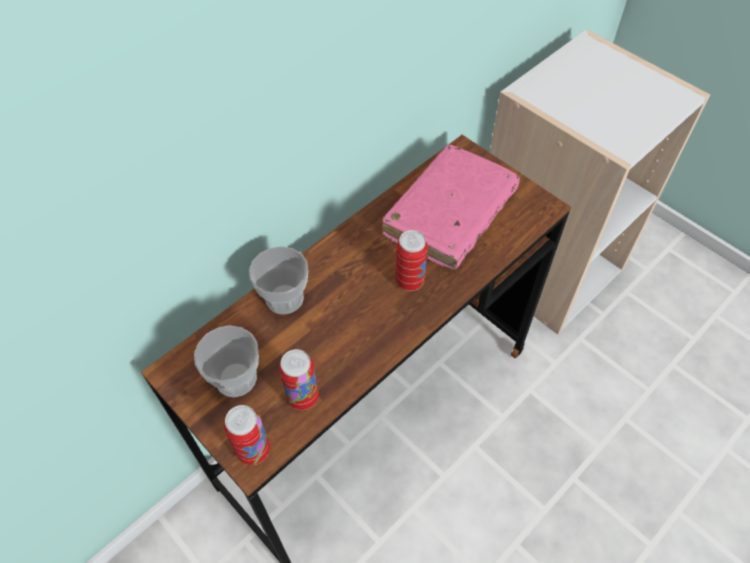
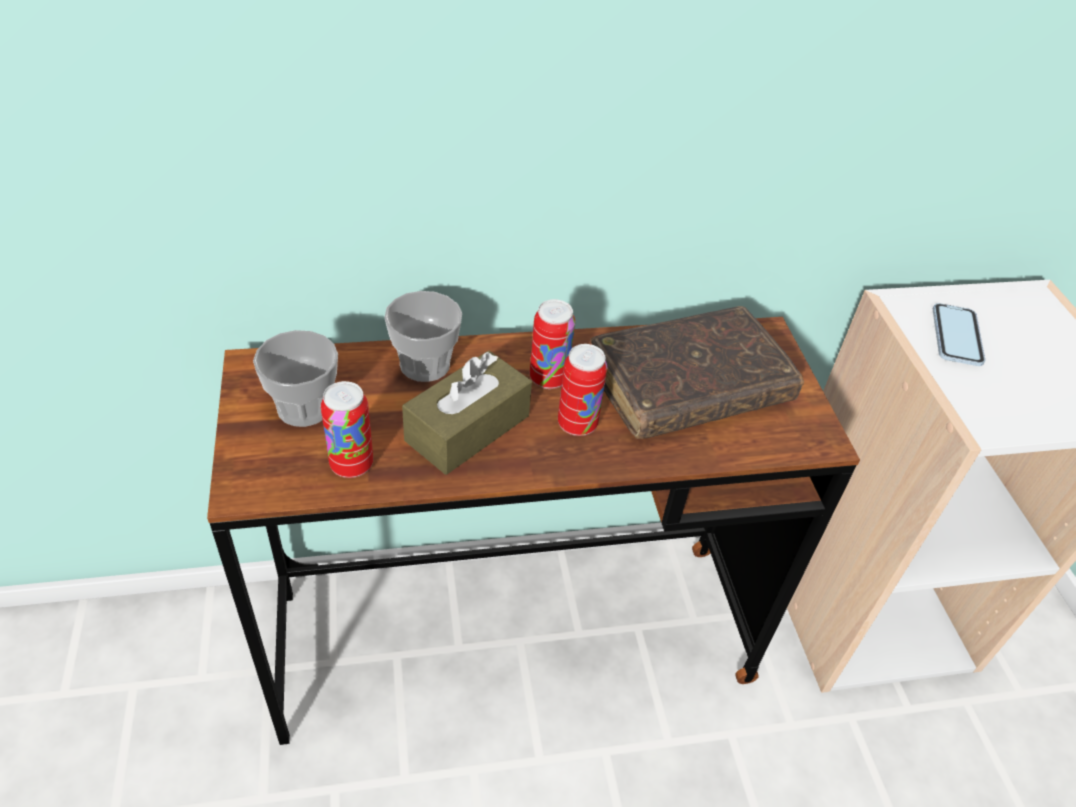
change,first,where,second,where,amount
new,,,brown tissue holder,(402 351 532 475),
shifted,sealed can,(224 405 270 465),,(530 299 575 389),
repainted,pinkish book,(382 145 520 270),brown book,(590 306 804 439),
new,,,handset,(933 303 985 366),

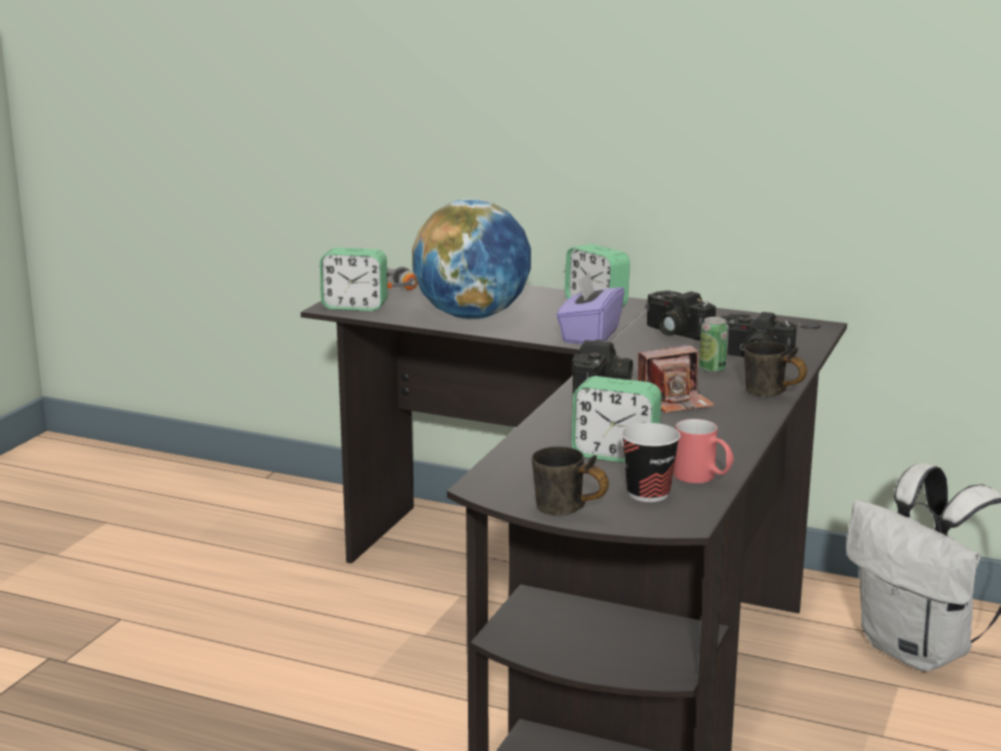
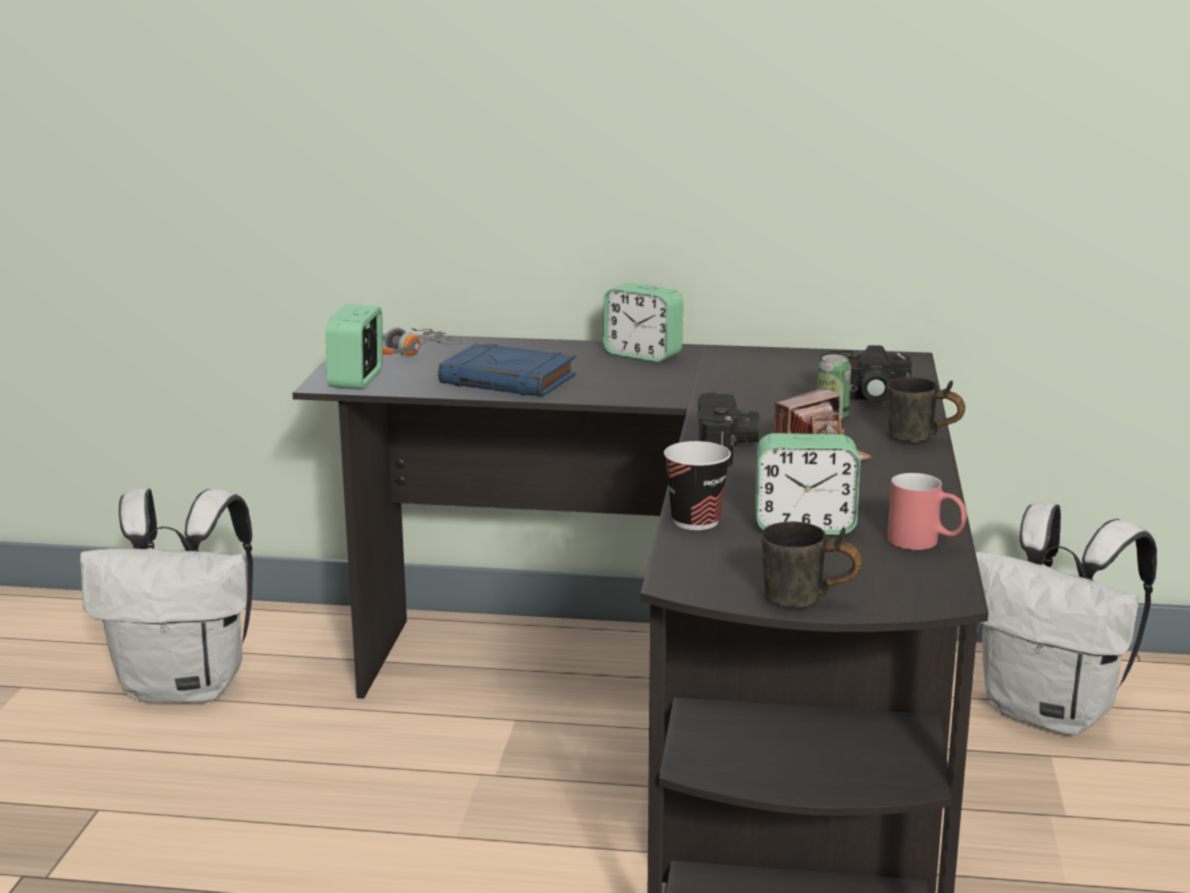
change,first,where,second,where,amount
new,,,white-coloured rucksack,(80 489 253 703),
rotated,table clock,(320 248 388 311),,(326 304 383 389),105 degrees clockwise
swapped,desk globe,(412 199 531 319),blue book,(438 343 576 397),
shifted,cup,(621 423 680 502),,(664 441 731 530),
gone,purple tissue holder,(556 272 624 345),,,
gone,photo camera,(645 290 716 340),,,

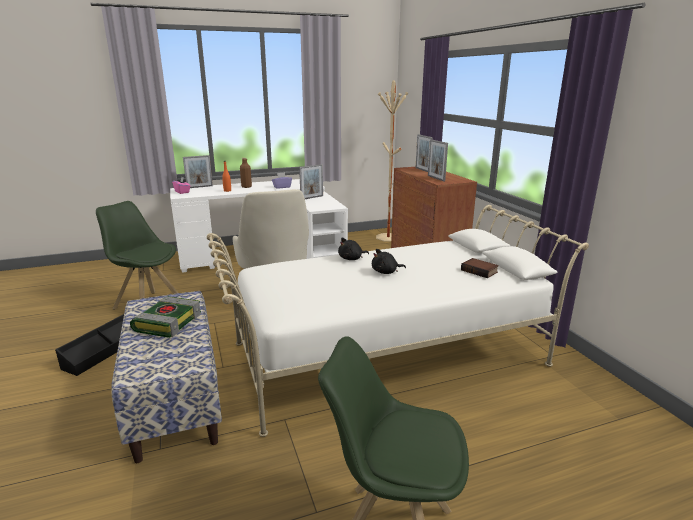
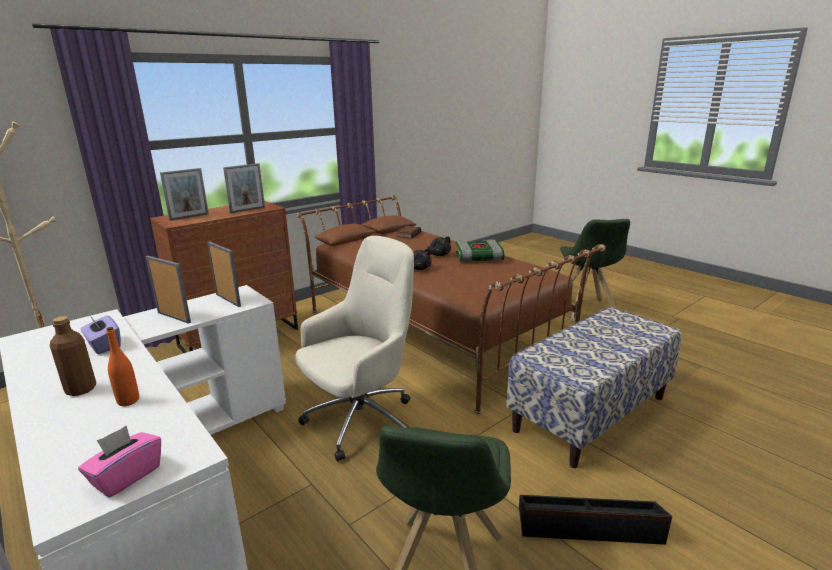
change,first,where,second,where,amount
shifted,photo frame,(183 155 213 188),,(207 241 241 307),
repainted,white-coloured bedroom bed,(207 205 589 437),brown bedroom bed,(297 195 606 414),
shifted,book,(130 296 201 338),,(455 240 504 262),

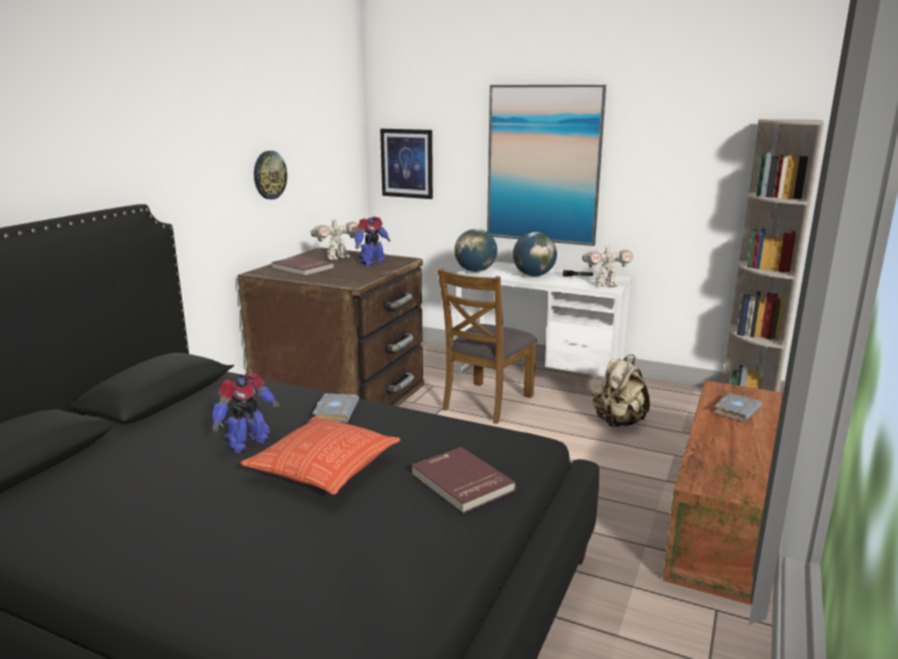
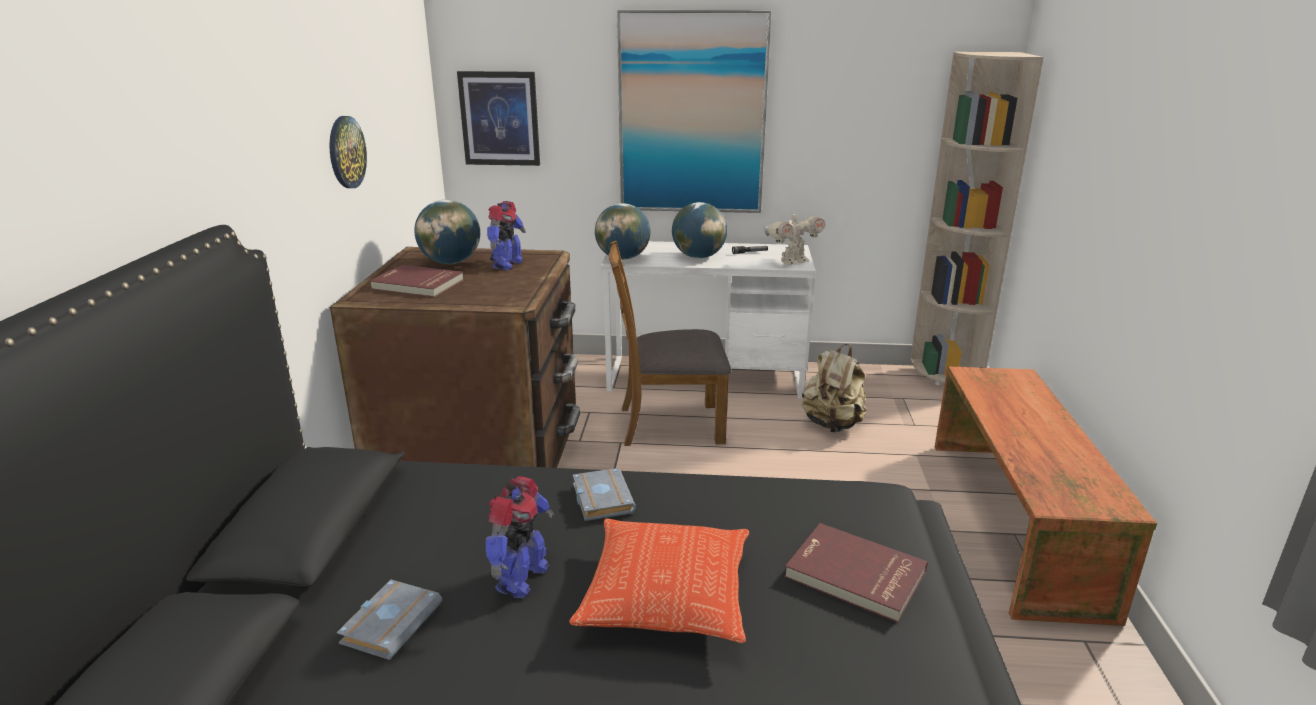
change,first,where,second,where,amount
shifted,grey book,(713 393 762 422),,(337 579 442 660),
swapped,robot figure,(310 216 359 260),desk globe,(414 200 480 264),
rotated,brown chair,(438 268 537 424),,(609 241 731 446),75 degrees clockwise

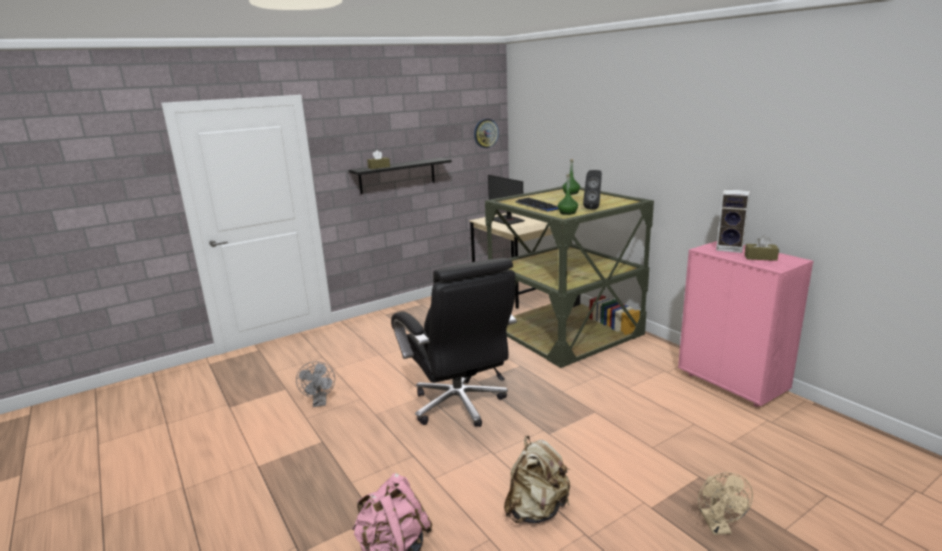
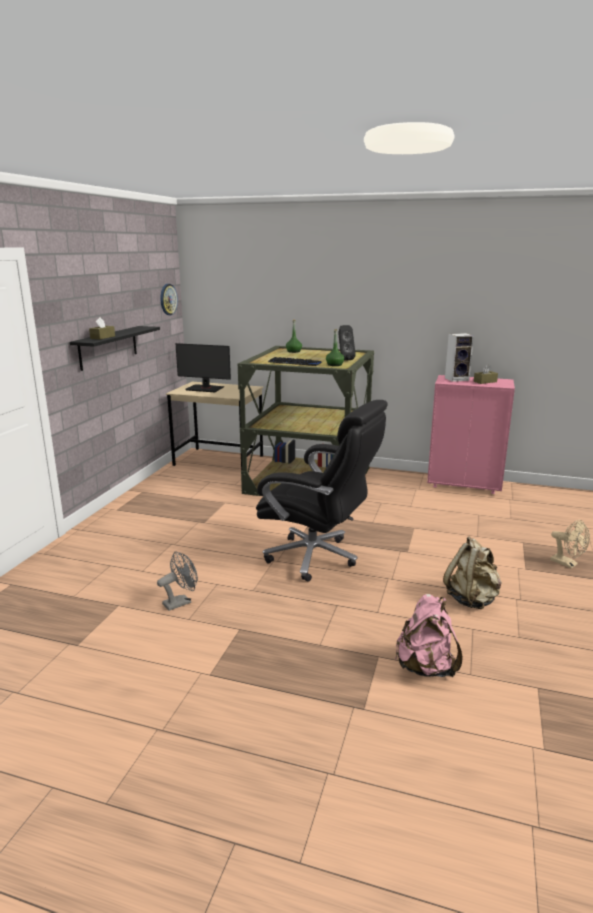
change,first,where,second,where,amount
rotated,grey cooling fan,(296 361 335 407),,(157 551 198 611),75 degrees counterclockwise

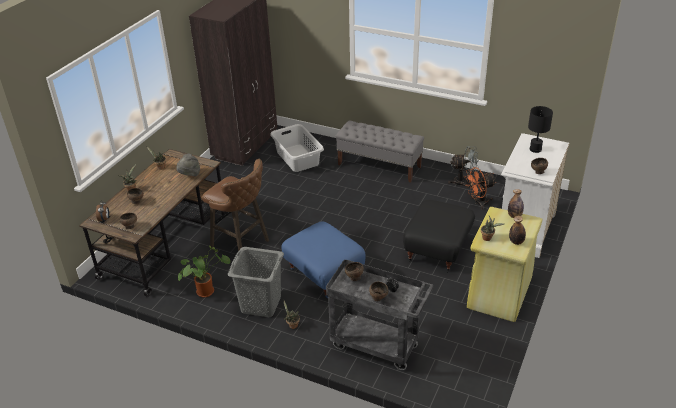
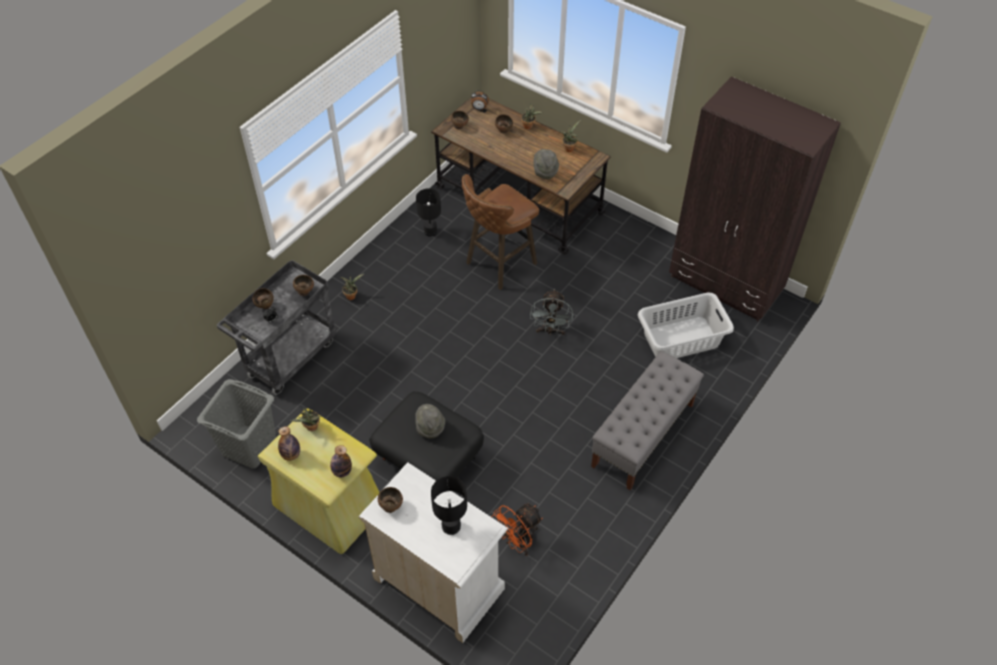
change,first,where,second,where,amount
shifted,grey washing basket,(228 247 284 317),,(197 379 276 468),
new,,,grey wearable hat,(415 404 445 439),
swapped,potted plant,(178 246 230 297),black lamp for a table,(416 188 441 237),
rotated,orange cooling fan,(464 167 497 210),,(492 503 543 556),120 degrees counterclockwise
shifted,grey cooling fan,(448 146 479 188),,(530 289 573 335),
gone,blue footrest,(281 222 366 298),,,

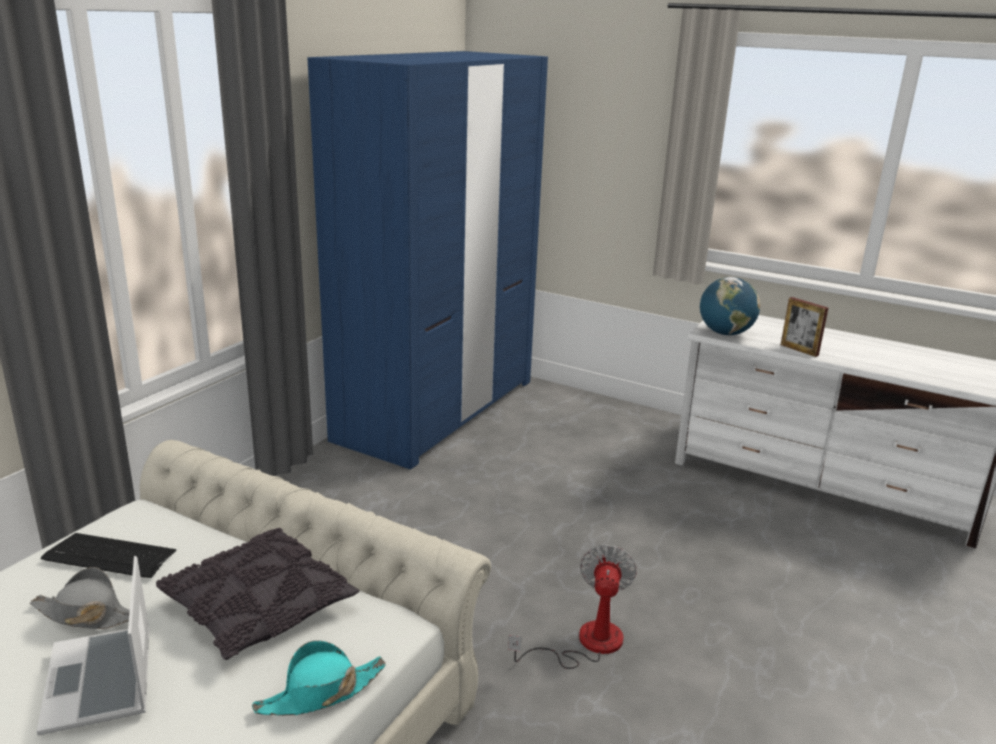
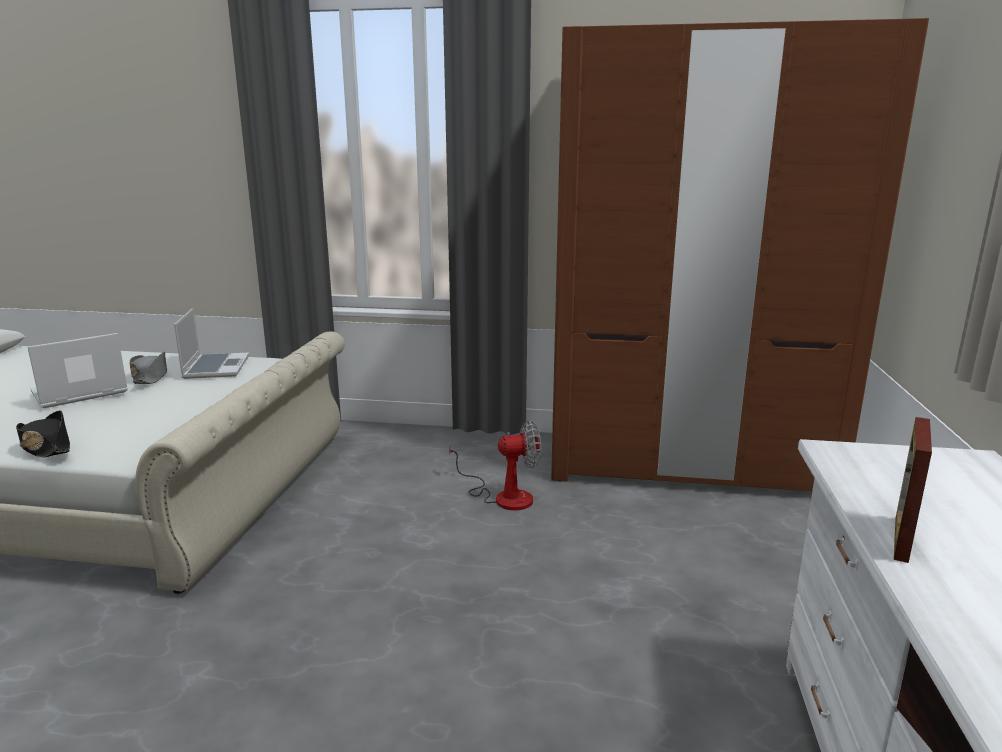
change,first,where,second,where,amount
repainted,turquoise-coloured wearable hat,(252 640 386 716),black wearable hat,(16 410 70 458),
swapped,keyboard,(41 533 176 578),laptop,(174 308 249 379),
shifted,cooling fan,(508 544 637 669),,(449 421 541 510),
repainted,blue armoire,(307 51 548 469),brown armoire,(551 18 929 491),
gone,black throw pillow,(156 528 360 660),,,
gone,desk globe,(700 277 760 335),,,

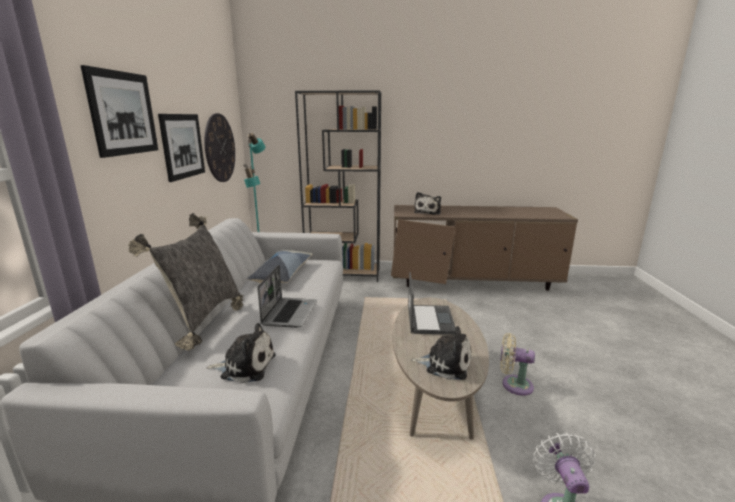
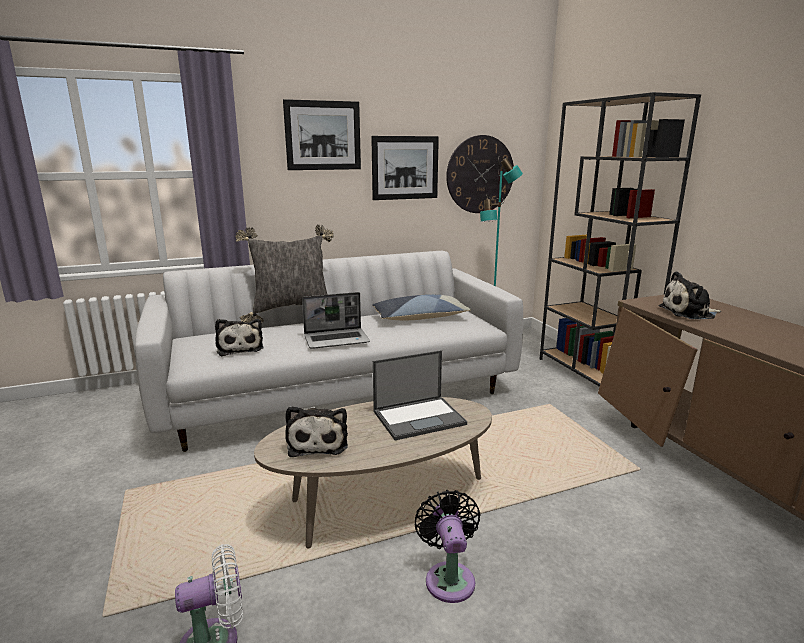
change,first,where,second,where,amount
repainted,beige-coloured cooling fan,(500 333 535 396),black cooling fan,(414 490 481 603),

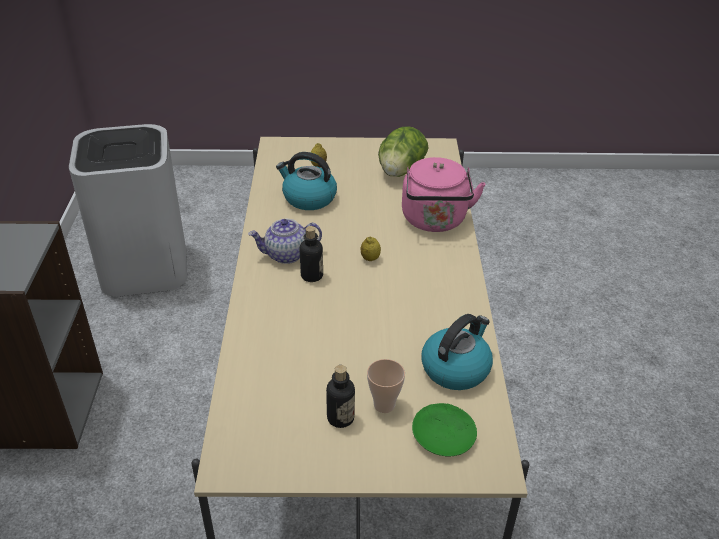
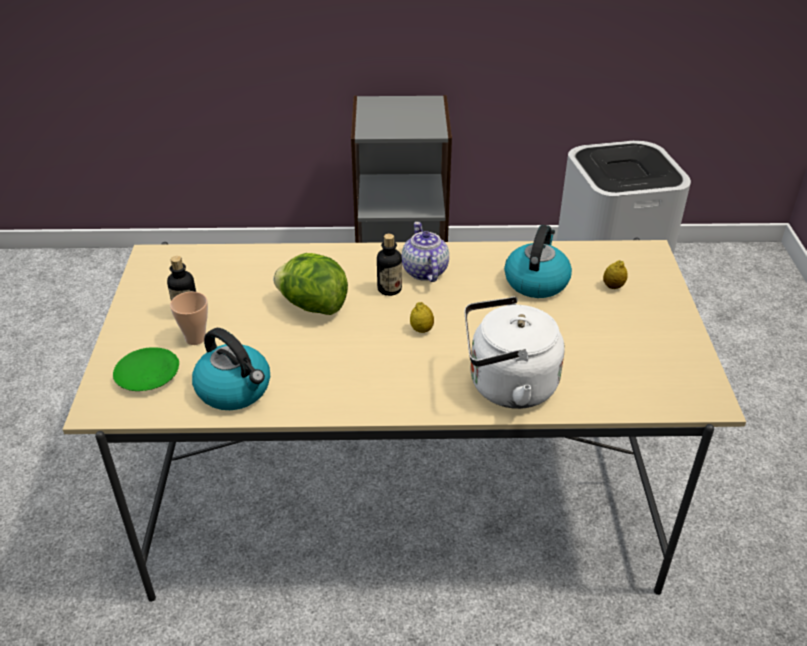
change,first,where,second,where,amount
shifted,lettuce head,(378 127 429 177),,(273 253 348 315),
repainted,pinkish kettle,(402 157 485 232),white-coloured kettle,(464 297 565 409),

